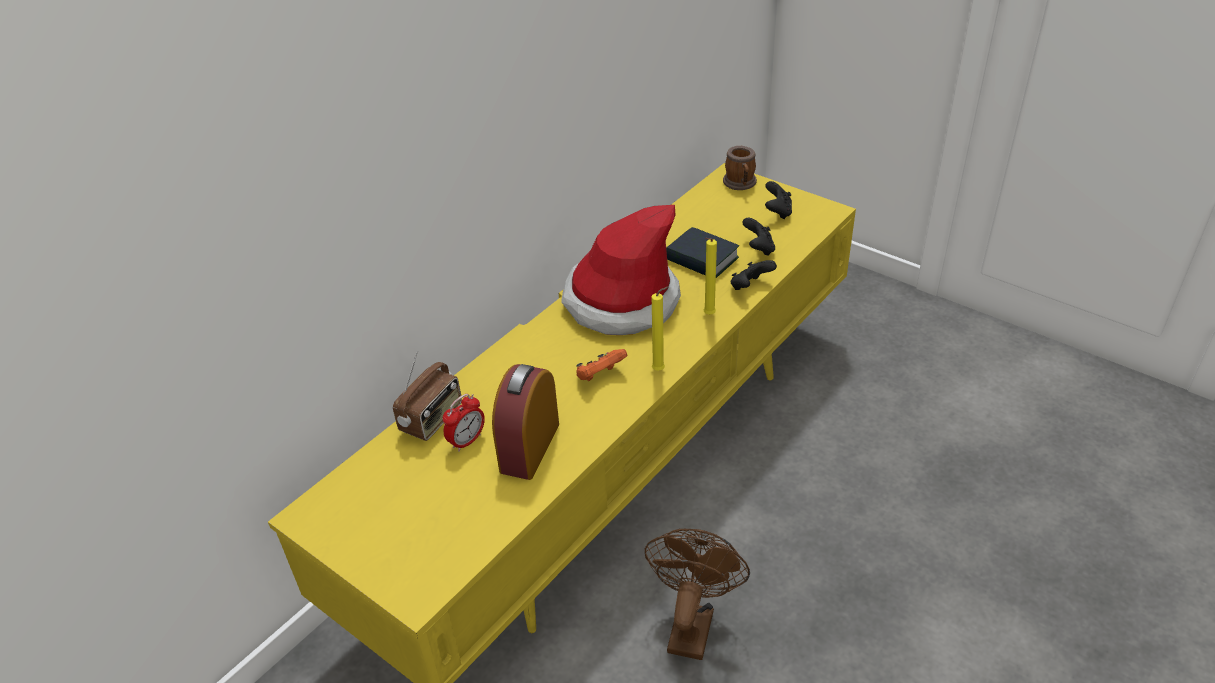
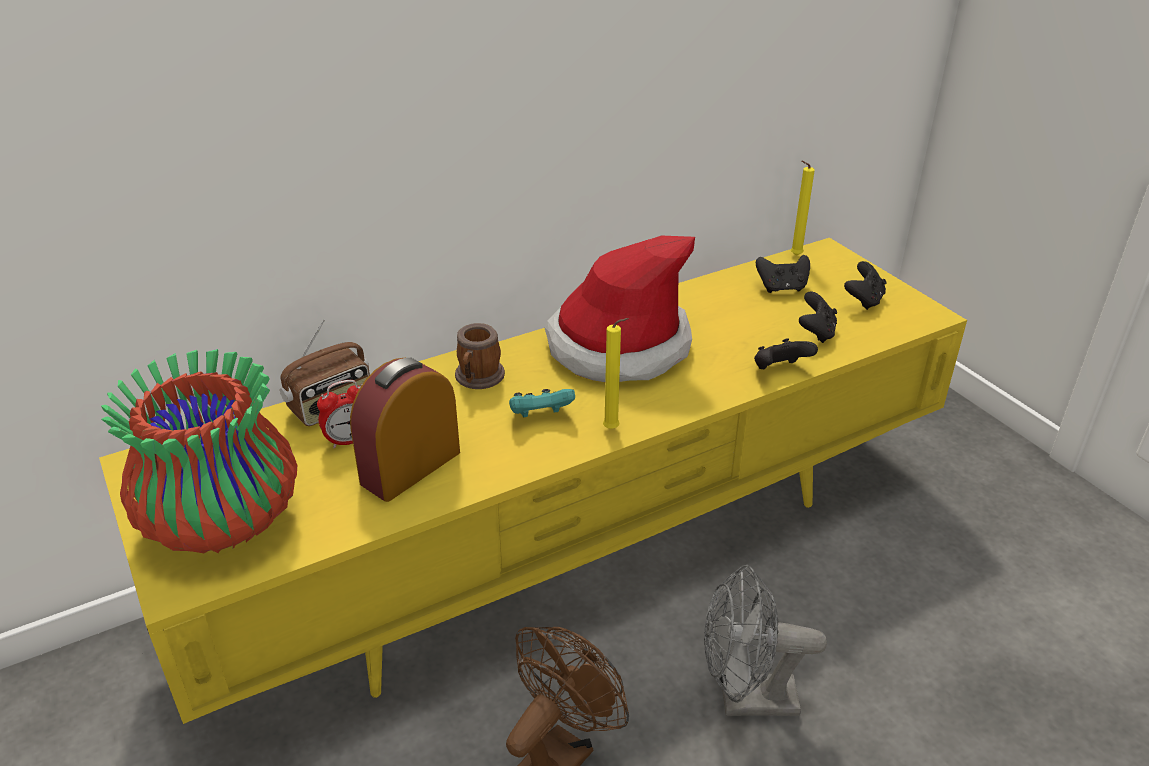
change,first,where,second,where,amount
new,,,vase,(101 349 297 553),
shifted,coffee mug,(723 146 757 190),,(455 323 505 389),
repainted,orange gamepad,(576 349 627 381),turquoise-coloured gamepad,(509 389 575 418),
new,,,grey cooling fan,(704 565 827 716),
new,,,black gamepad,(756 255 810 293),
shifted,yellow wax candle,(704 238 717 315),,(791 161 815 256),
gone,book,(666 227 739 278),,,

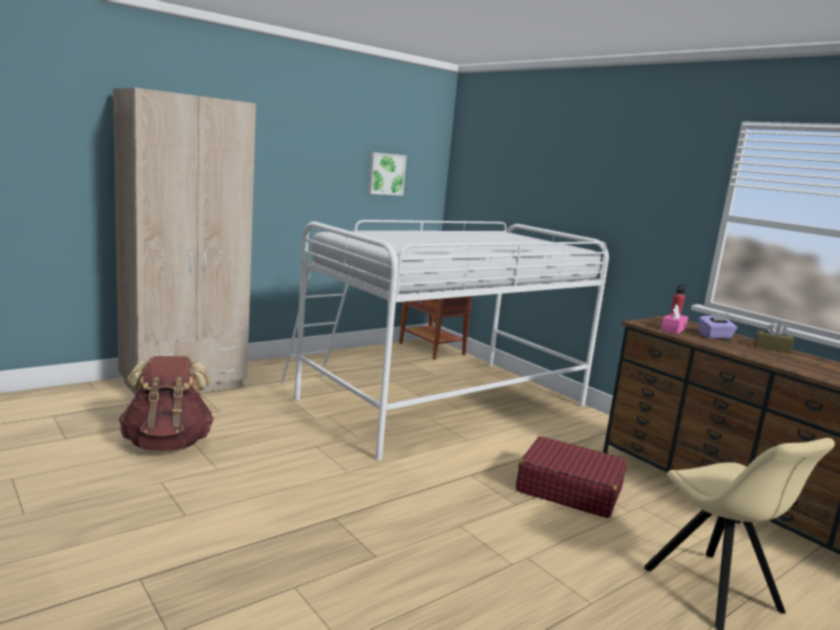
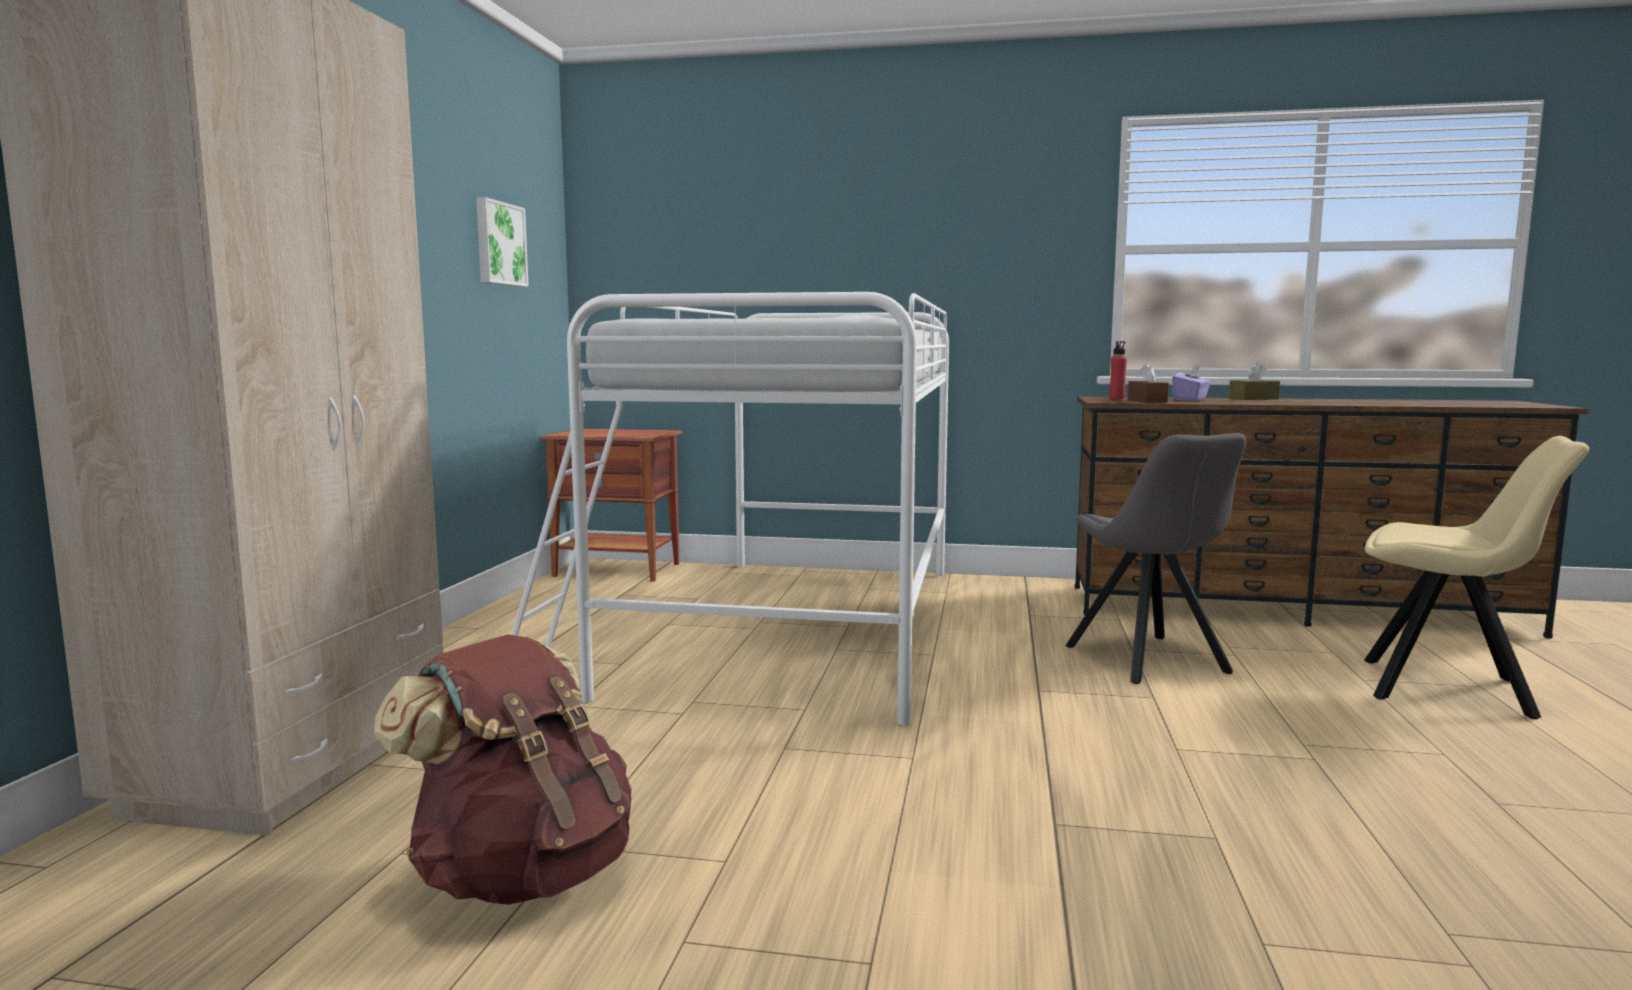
change,first,where,second,where,amount
swapped,reddish suitcase,(516 436 627 518),grey chair,(1066 433 1246 684),
repainted,pinkish tissue holder,(661 304 688 334),brown tissue holder,(1128 363 1169 402),

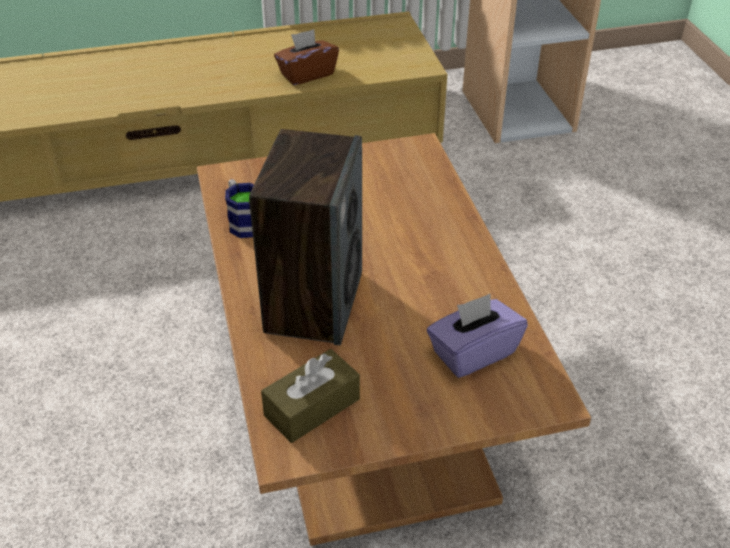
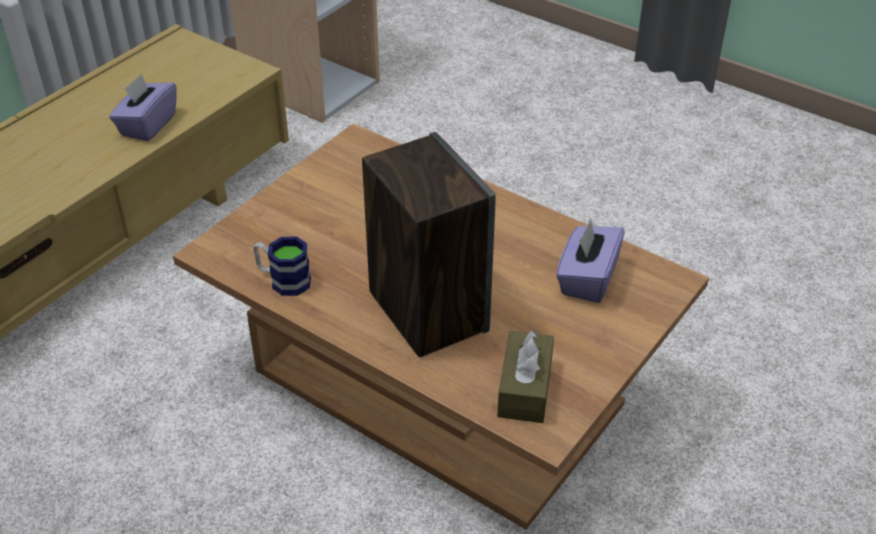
change,first,where,second,where,amount
repainted,brown tissue holder,(274 29 339 85),purple tissue holder,(110 74 176 141),

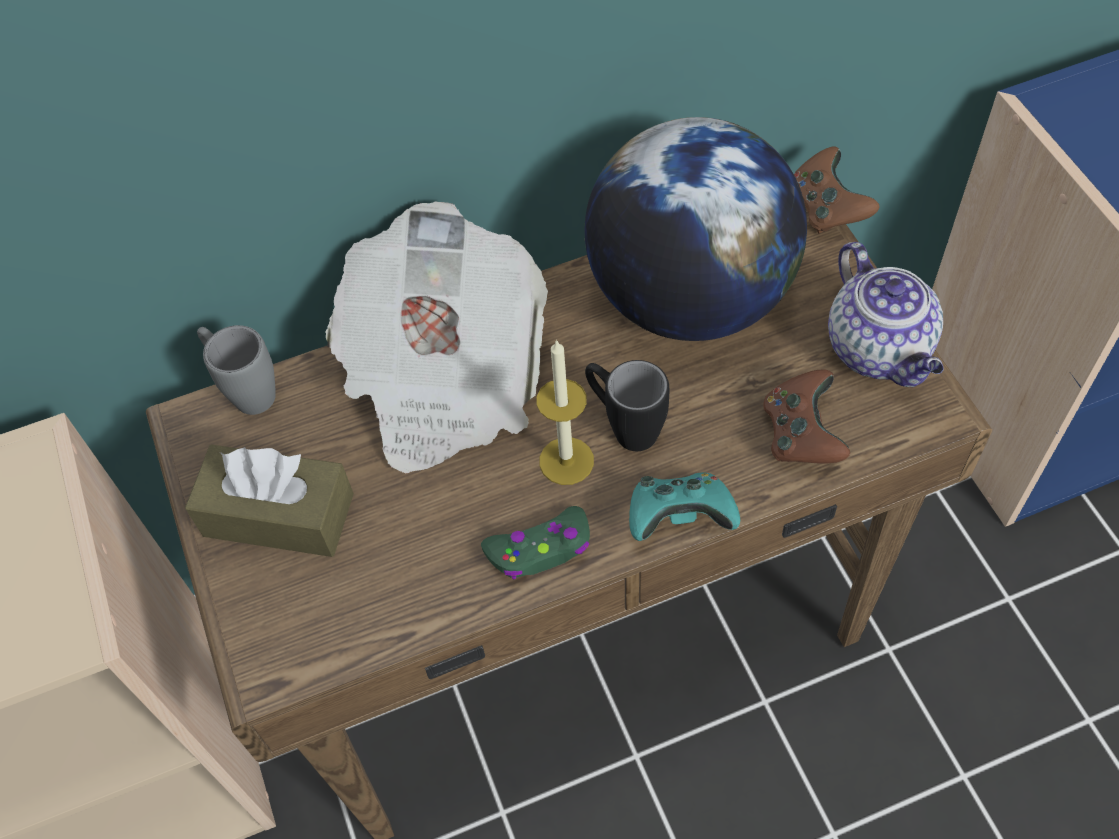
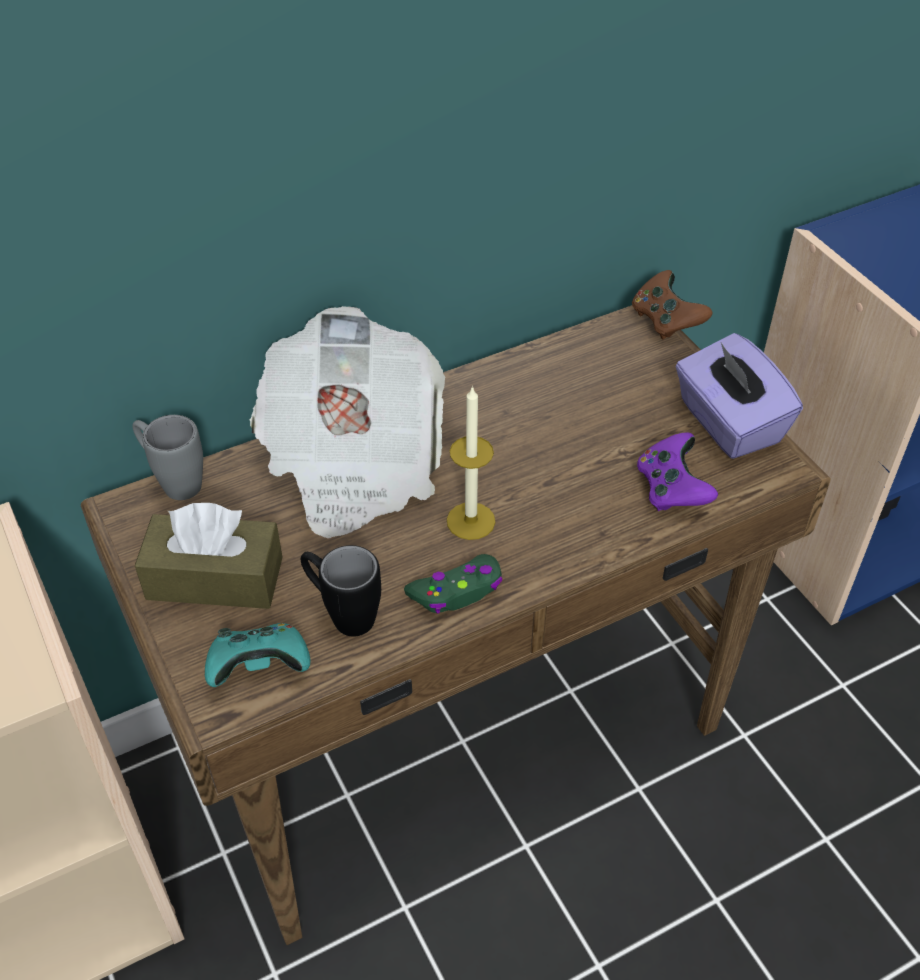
change,first,where,second,where,amount
shifted,turquoise-coloured gamepad,(629 472 740 541),,(205 623 311 687),
shifted,black coffee mug,(585 360 670 451),,(301 545 381 637),
repainted,brown gamepad,(763 370 850 464),purple gamepad,(637 432 718 511),
swapped,teapot,(828 242 943 387),purple tissue holder,(676 333 803 459),
gone,desk globe,(584 117 807 341),,,

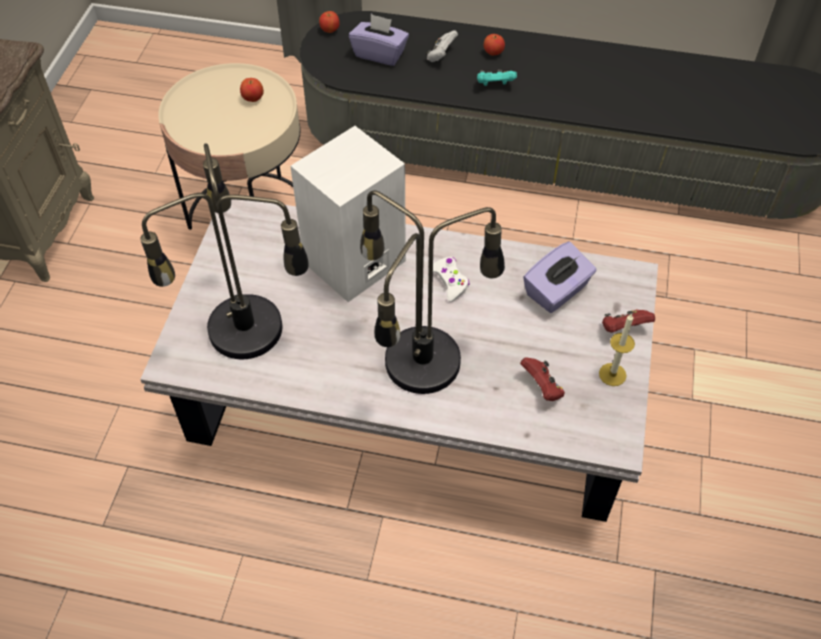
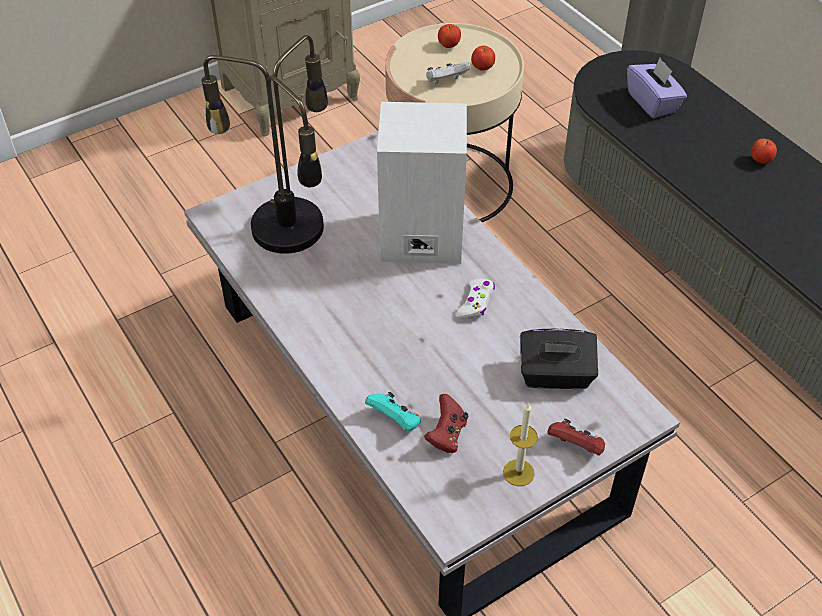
change,first,where,second,where,amount
shifted,turquoise-coloured gamepad,(477 70 517 86),,(365 392 421 431),
shifted,white-coloured gamepad,(426 31 458 62),,(426 62 470 84),
shifted,apple fruit,(319 11 340 33),,(438 24 461 48),
repainted,purple tissue holder,(523 242 597 313),black tissue holder,(520 329 598 389),
gone,lamp for a table,(360 190 505 394),,,

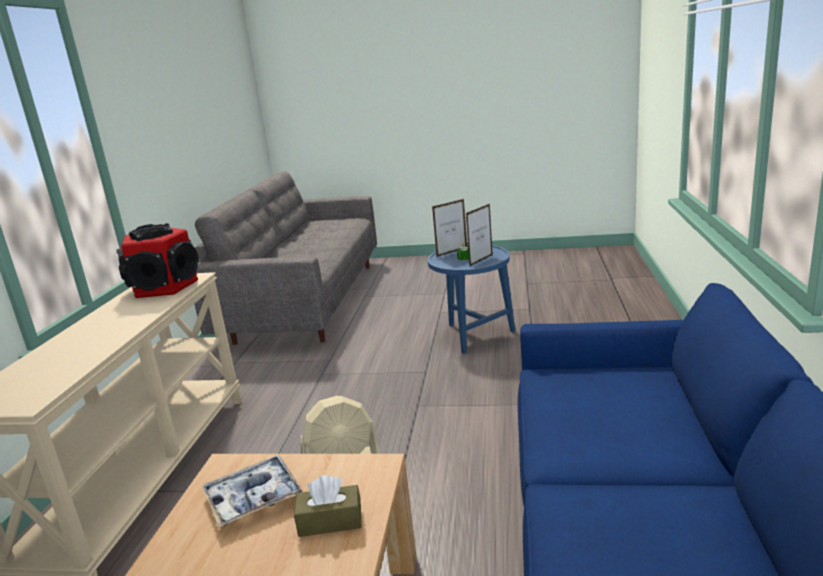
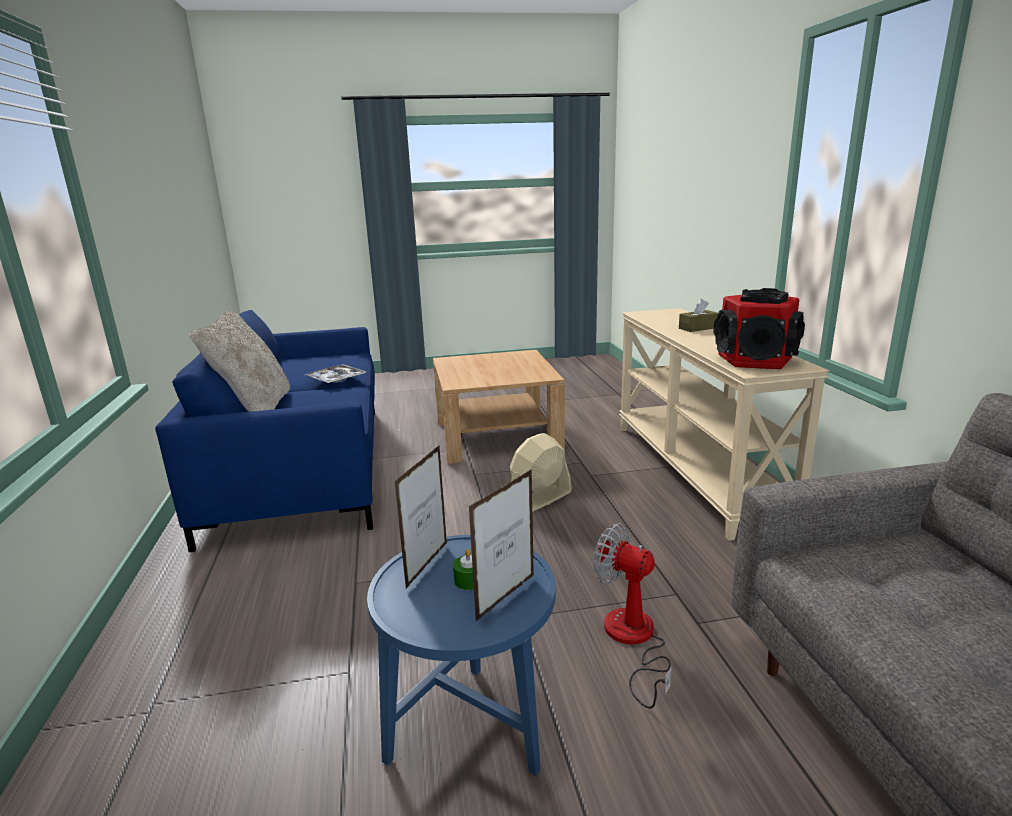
change,first,where,second,where,amount
new,,,beige-coloured throw pillow,(189 311 290 412),
shifted,tray,(202 455 303 527),,(305 364 366 383),
new,,,cooling fan,(594 523 672 709),
shifted,brown tissue holder,(294 475 361 537),,(679 299 718 332),

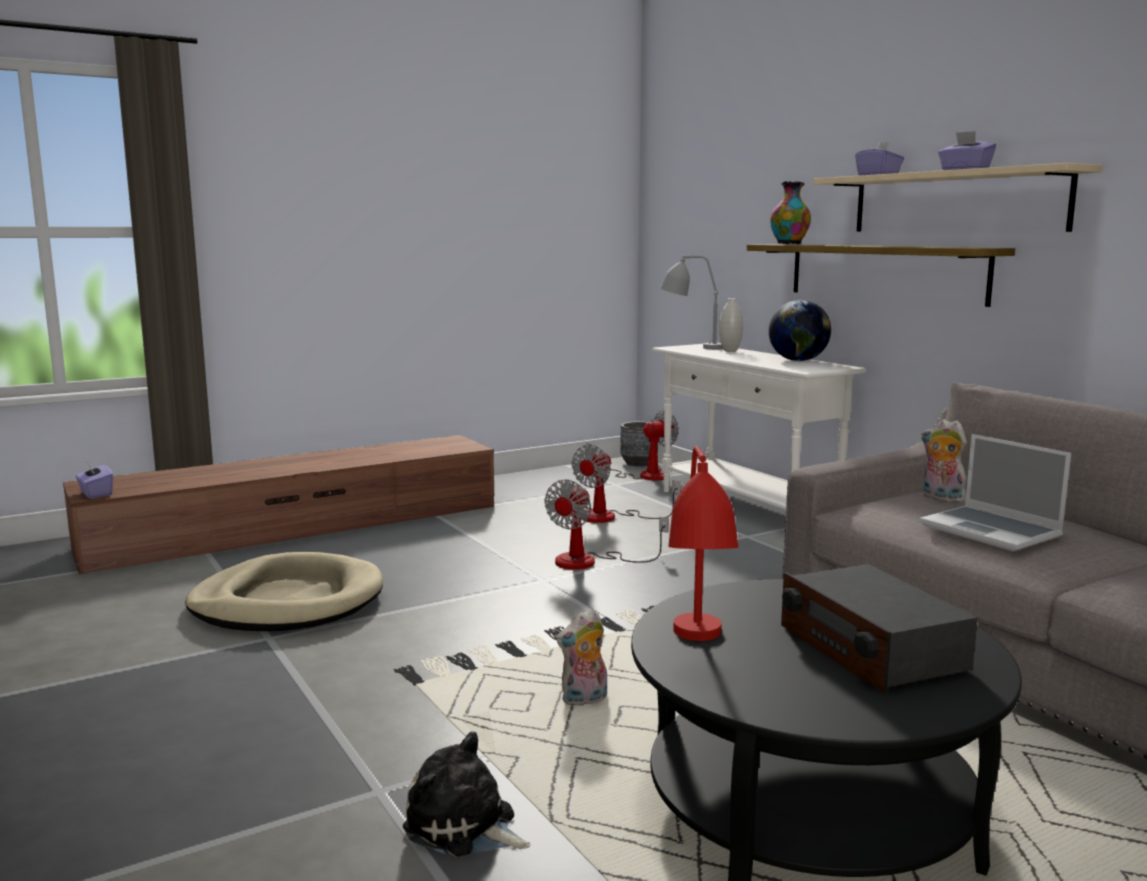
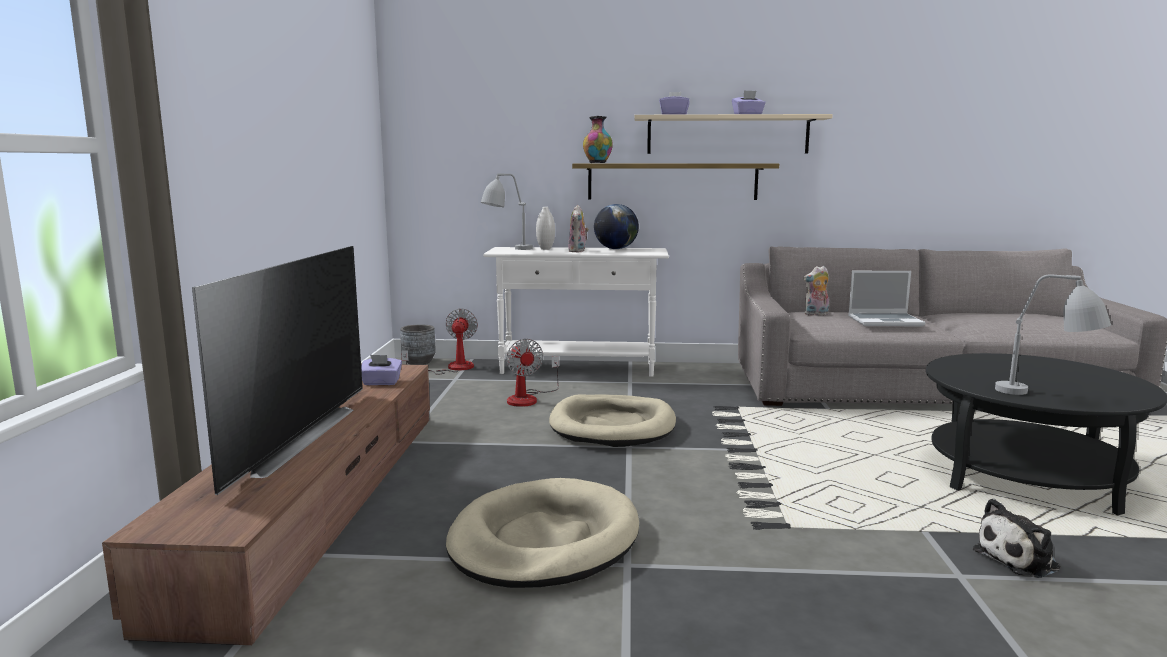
change,first,where,second,where,amount
new,,,TV set,(192 246 363 495),
shifted,purple tissue holder,(75 460 113 499),,(361 355 402 385),
swapped,cooling fan,(545 479 669 570),beige-coloured dog cushion,(549 395 676 447),
shifted,cuddly toy,(556 609 607 706),,(568 205 589 252),
repainted,reddish lamp for a table,(668 446 738 641),grey lamp for a table,(995 274 1111 395),
gone,radio,(781 564 977 694),,,

